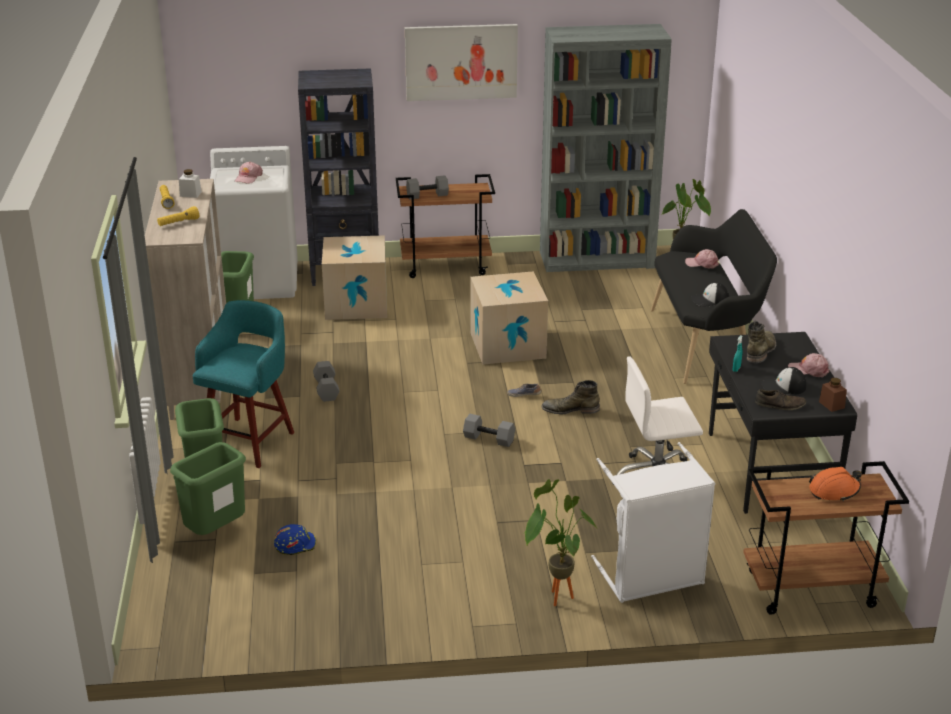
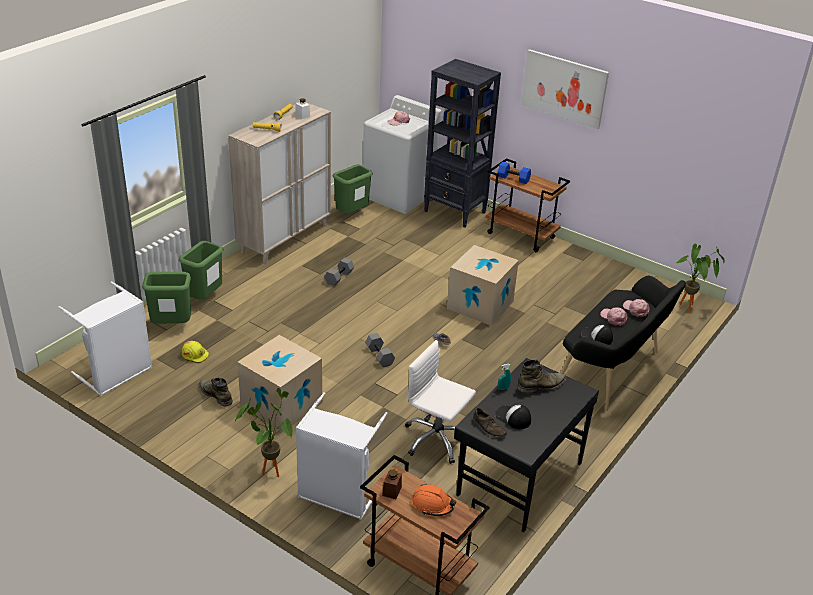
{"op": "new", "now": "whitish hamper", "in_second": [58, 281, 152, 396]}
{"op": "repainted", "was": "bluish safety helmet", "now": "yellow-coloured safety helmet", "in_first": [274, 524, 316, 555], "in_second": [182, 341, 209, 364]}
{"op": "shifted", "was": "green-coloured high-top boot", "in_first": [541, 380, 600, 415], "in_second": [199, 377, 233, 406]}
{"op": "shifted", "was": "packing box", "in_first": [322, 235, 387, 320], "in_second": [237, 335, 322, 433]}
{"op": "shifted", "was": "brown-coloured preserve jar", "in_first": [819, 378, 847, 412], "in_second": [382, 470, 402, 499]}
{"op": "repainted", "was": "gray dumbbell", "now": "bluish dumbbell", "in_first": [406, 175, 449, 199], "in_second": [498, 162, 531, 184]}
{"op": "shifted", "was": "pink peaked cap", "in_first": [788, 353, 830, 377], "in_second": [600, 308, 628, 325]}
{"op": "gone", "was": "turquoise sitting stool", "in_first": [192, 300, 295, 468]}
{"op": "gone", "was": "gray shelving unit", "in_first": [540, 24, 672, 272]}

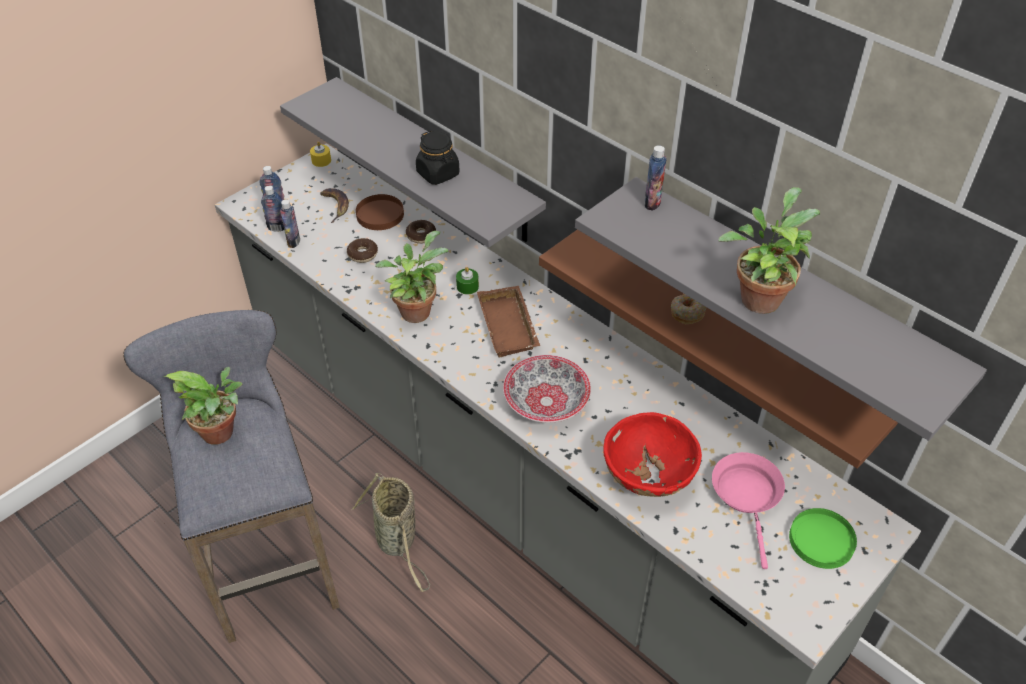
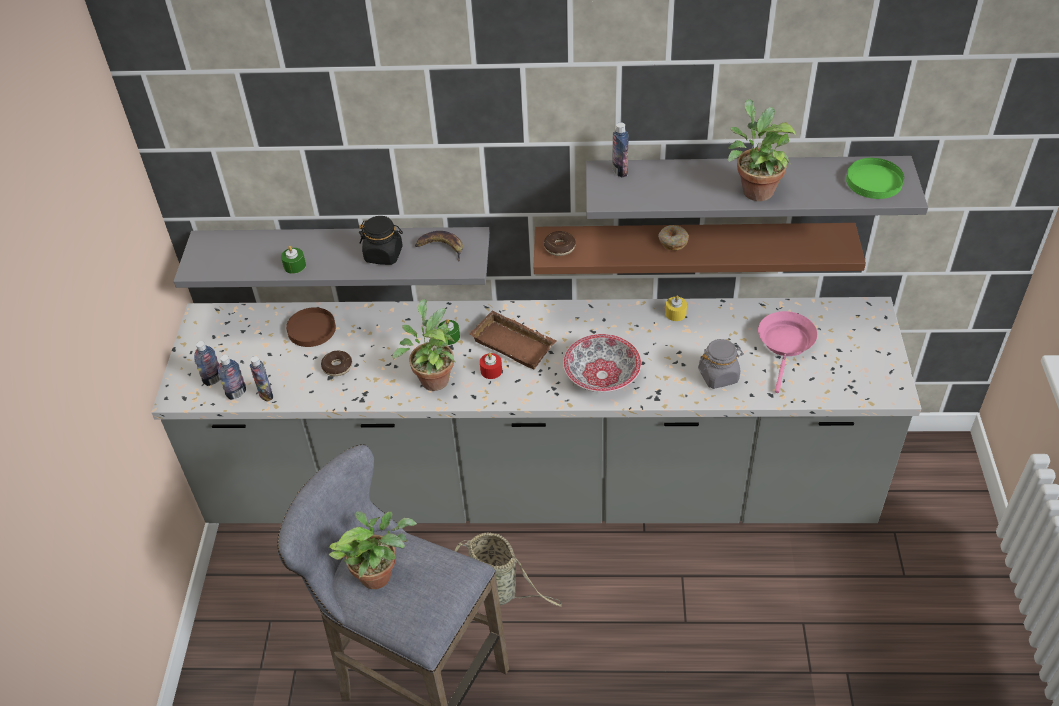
{"op": "new", "now": "green-coloured wax candle", "in_second": [281, 246, 306, 274]}
{"op": "shifted", "was": "banana", "in_first": [320, 188, 349, 223], "in_second": [415, 231, 463, 262]}
{"op": "new", "now": "red wax candle", "in_second": [480, 353, 502, 379]}
{"op": "shifted", "was": "doughnut", "in_first": [406, 220, 436, 244], "in_second": [544, 231, 576, 256]}
{"op": "shifted", "was": "yellow-coloured wax candle", "in_first": [310, 141, 331, 167], "in_second": [665, 295, 687, 321]}
{"op": "swapped", "was": "red bowl", "now": "gray preserve jar", "in_first": [603, 412, 702, 497], "in_second": [698, 339, 744, 389]}
{"op": "rotated", "was": "pink frying pan", "in_first": [712, 452, 785, 569], "in_second": [758, 311, 817, 393], "clockwise": 60}
{"op": "shifted", "was": "green-coloured plate", "in_first": [789, 508, 857, 569], "in_second": [846, 158, 904, 199]}

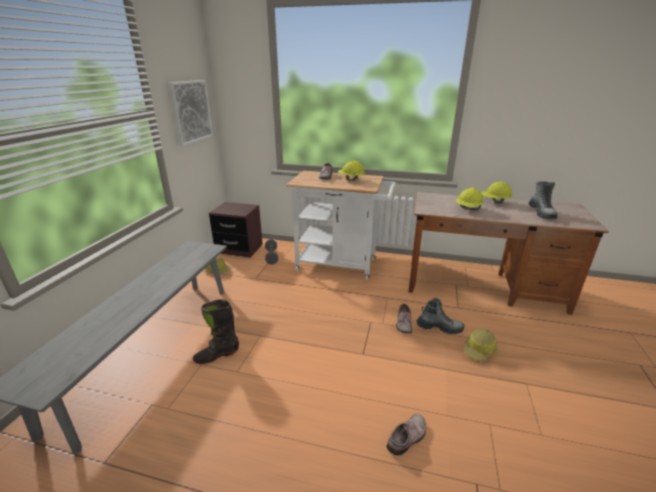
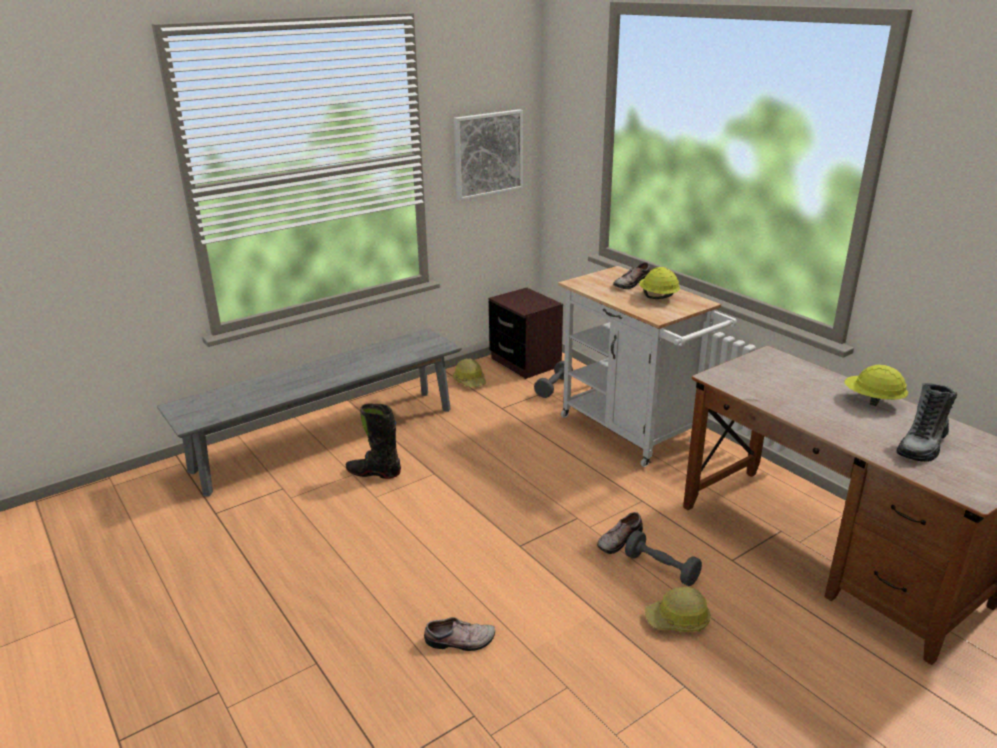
{"op": "swapped", "was": "high-top boot", "now": "gray dumbbell", "in_first": [416, 298, 464, 334], "in_second": [625, 530, 702, 586]}
{"op": "gone", "was": "yellow-coloured safety helmet", "in_first": [456, 188, 484, 210]}

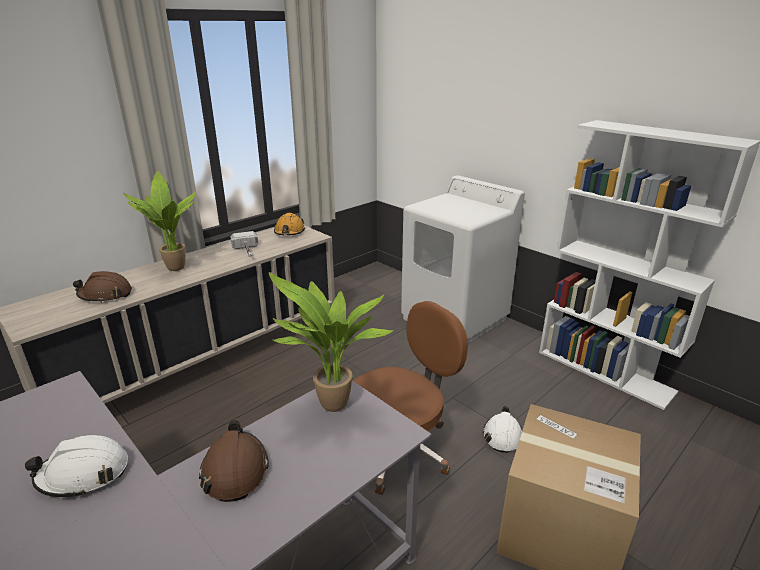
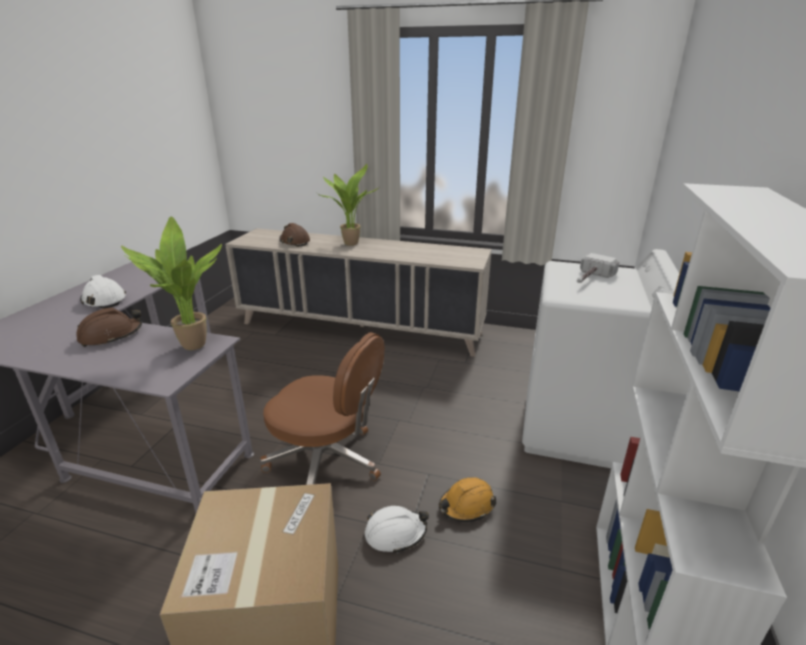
{"op": "shifted", "was": "orange-coloured safety helmet", "in_first": [274, 213, 305, 235], "in_second": [439, 477, 496, 522]}
{"op": "shifted", "was": "hand hammer", "in_first": [230, 231, 258, 257], "in_second": [577, 253, 619, 283]}

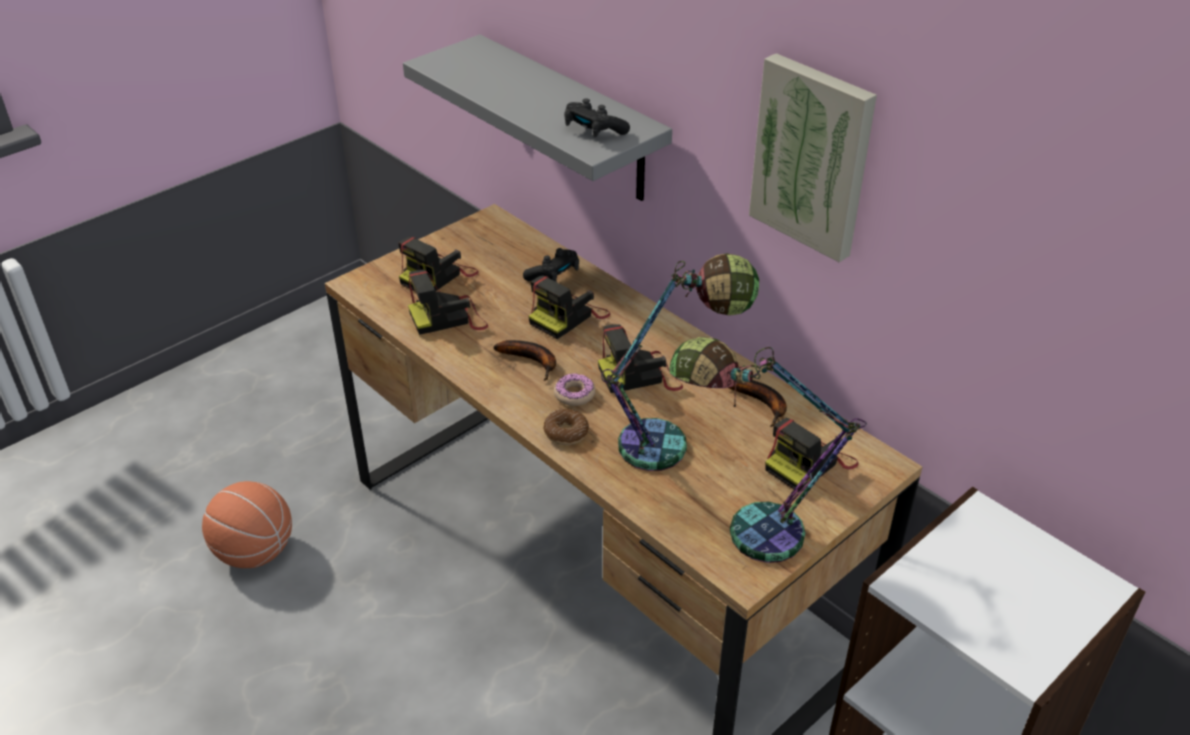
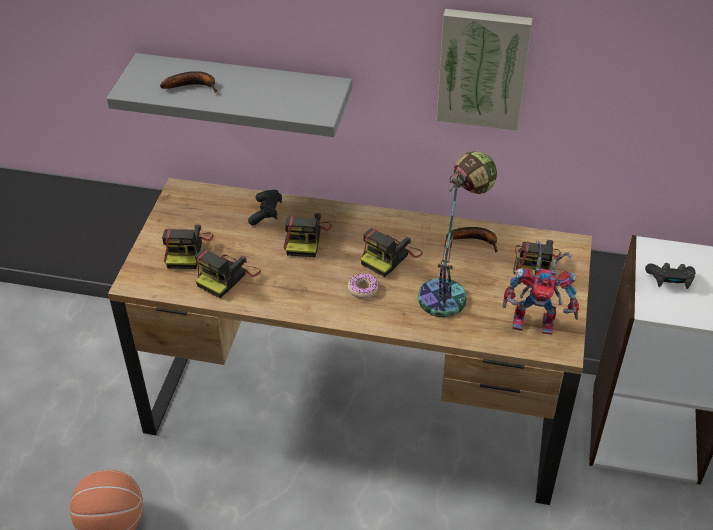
{"op": "shifted", "was": "banana", "in_first": [493, 340, 556, 381], "in_second": [160, 71, 217, 93]}
{"op": "swapped", "was": "tabletop lamp", "now": "robot figure", "in_first": [669, 337, 867, 563], "in_second": [502, 240, 579, 335]}
{"op": "shifted", "was": "black gamepad", "in_first": [564, 98, 630, 138], "in_second": [645, 263, 695, 289]}
{"op": "gone", "was": "doughnut", "in_first": [543, 409, 589, 445]}

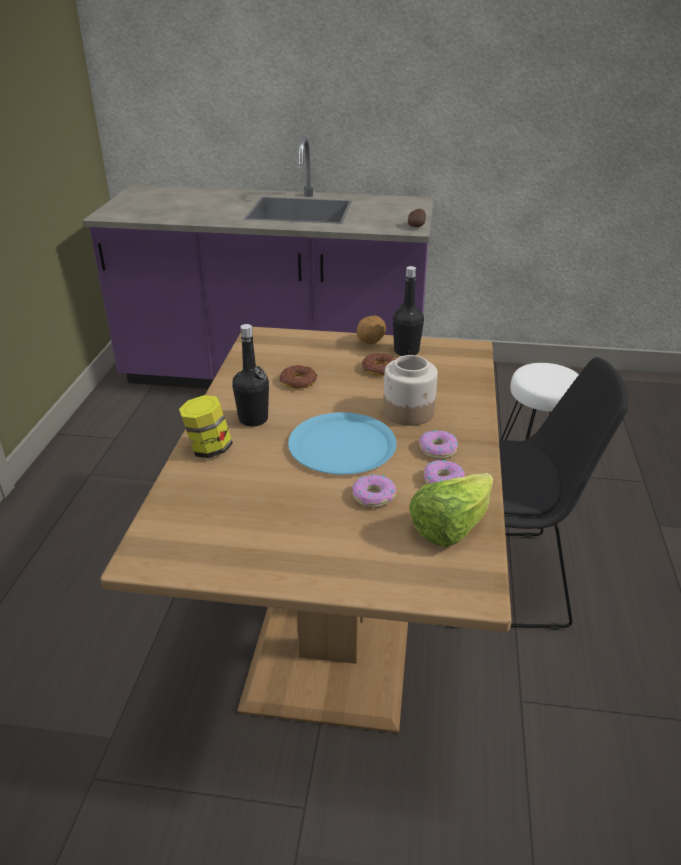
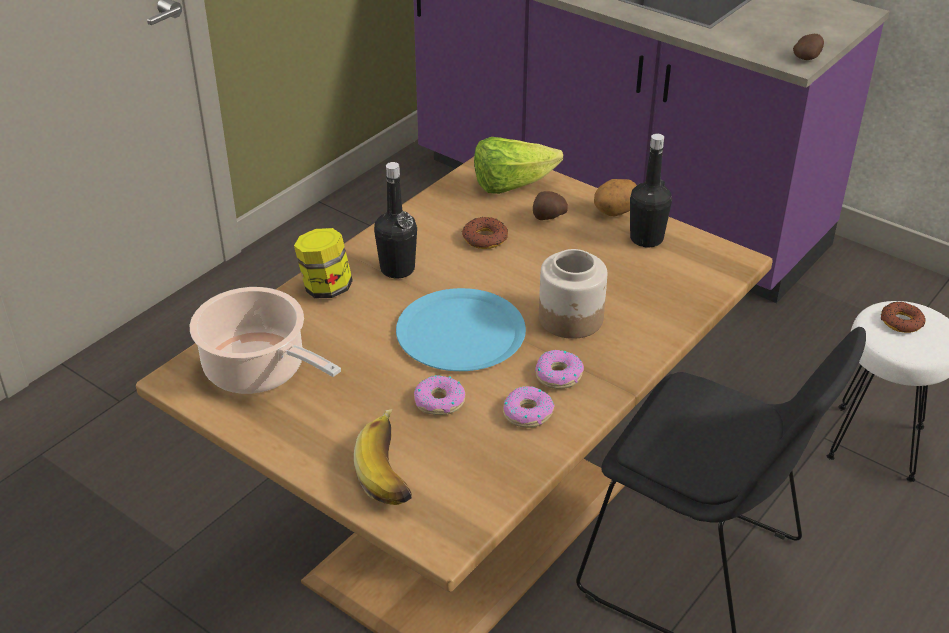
{"op": "new", "now": "cooking pot", "in_second": [190, 287, 341, 394]}
{"op": "new", "now": "banana", "in_second": [354, 409, 412, 505]}
{"op": "shifted", "was": "lettuce", "in_first": [409, 473, 493, 547], "in_second": [474, 137, 563, 194]}
{"op": "new", "now": "potato", "in_second": [533, 191, 568, 220]}
{"op": "shifted", "was": "doughnut", "in_first": [362, 353, 395, 376], "in_second": [881, 302, 926, 333]}

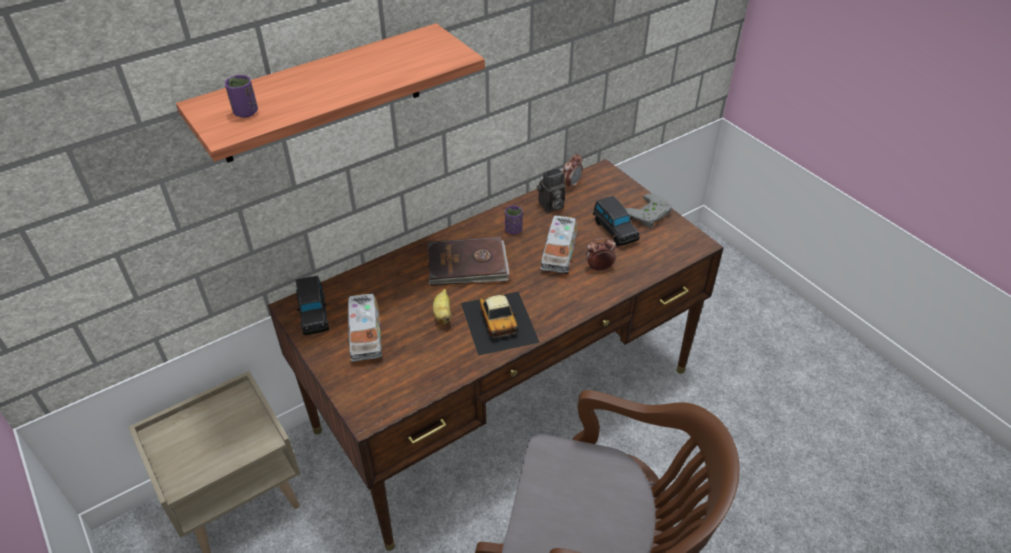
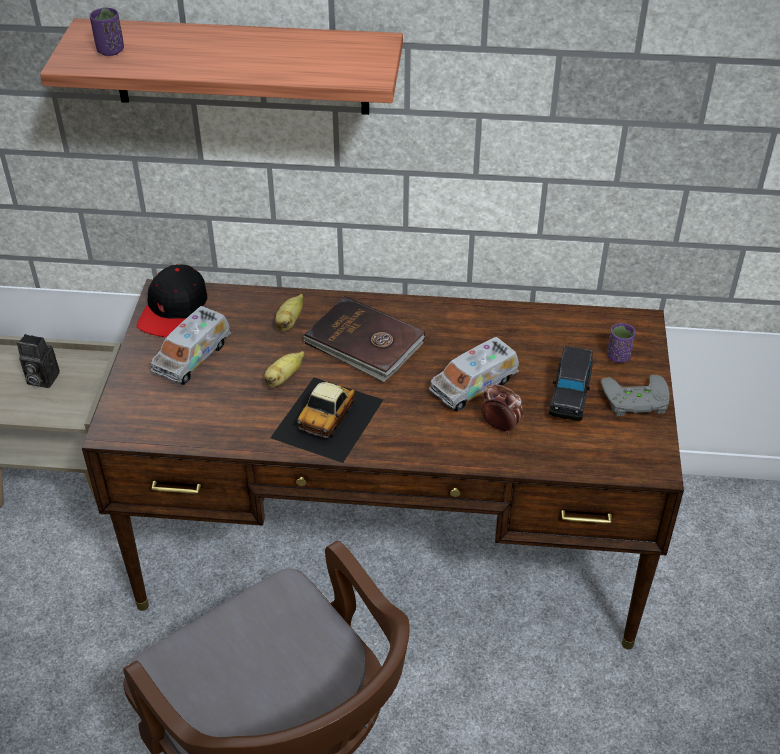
{"op": "shifted", "was": "still camera", "in_first": [537, 168, 566, 213], "in_second": [17, 334, 60, 388]}
{"op": "swapped", "was": "black miniature car", "now": "black peaked cap", "in_first": [296, 276, 329, 335], "in_second": [137, 264, 208, 337]}
{"op": "new", "now": "banana", "in_second": [275, 294, 303, 332]}
{"op": "shifted", "was": "purple small cup", "in_first": [505, 205, 523, 234], "in_second": [607, 323, 636, 363]}
{"op": "gone", "was": "table clock", "in_first": [563, 154, 583, 190]}

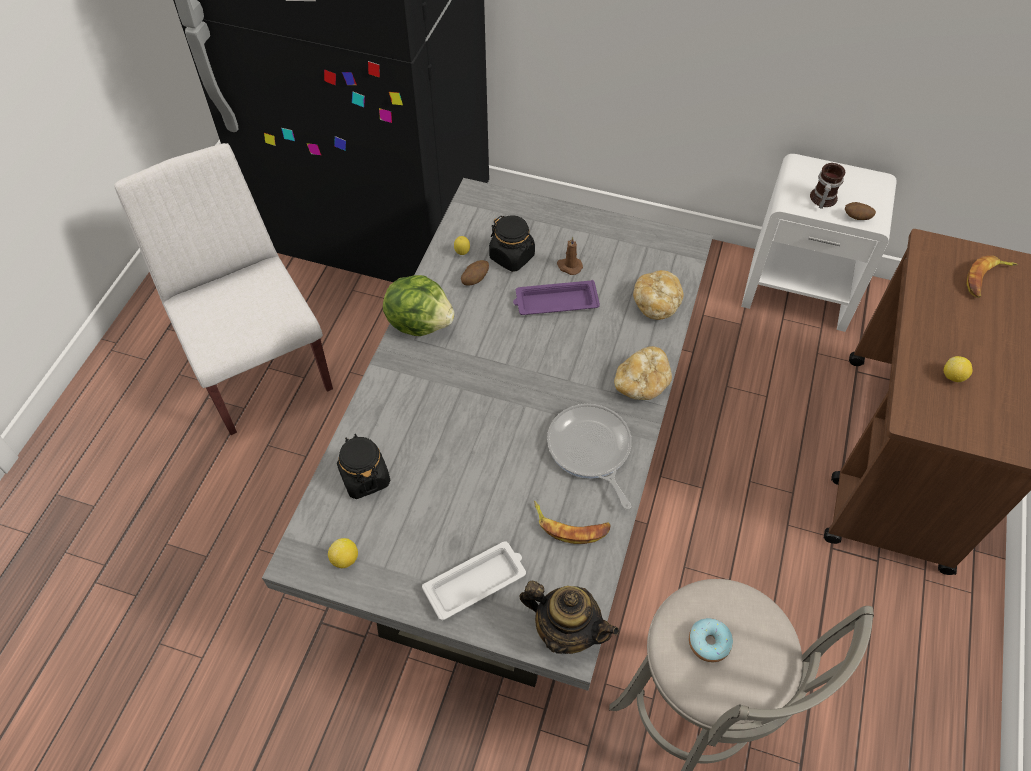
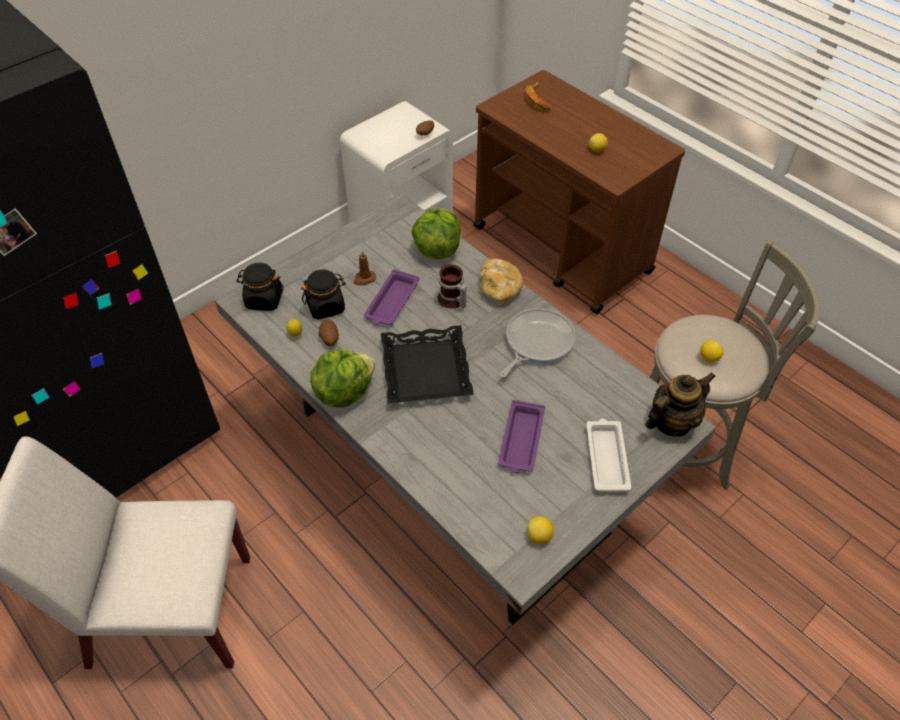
{"op": "shifted", "was": "black preserve jar", "in_first": [337, 434, 390, 499], "in_second": [236, 263, 284, 311]}
{"op": "new", "now": "black tray", "in_second": [381, 325, 474, 404]}
{"op": "swapped", "was": "baked bread", "now": "lettuce", "in_first": [633, 270, 684, 320], "in_second": [411, 208, 461, 259]}
{"op": "shifted", "was": "coffee mug", "in_first": [810, 163, 845, 209], "in_second": [437, 264, 467, 308]}
{"op": "new", "now": "purple tray", "in_second": [498, 400, 545, 473]}
{"op": "rotated", "was": "frying pan", "in_first": [547, 404, 632, 509], "in_second": [500, 308, 575, 378], "clockwise": 120}
{"op": "swapped", "was": "doughnut", "now": "whole lemon", "in_first": [689, 618, 733, 662], "in_second": [700, 340, 724, 362]}
{"op": "gone", "was": "banana", "in_first": [534, 501, 611, 544]}

